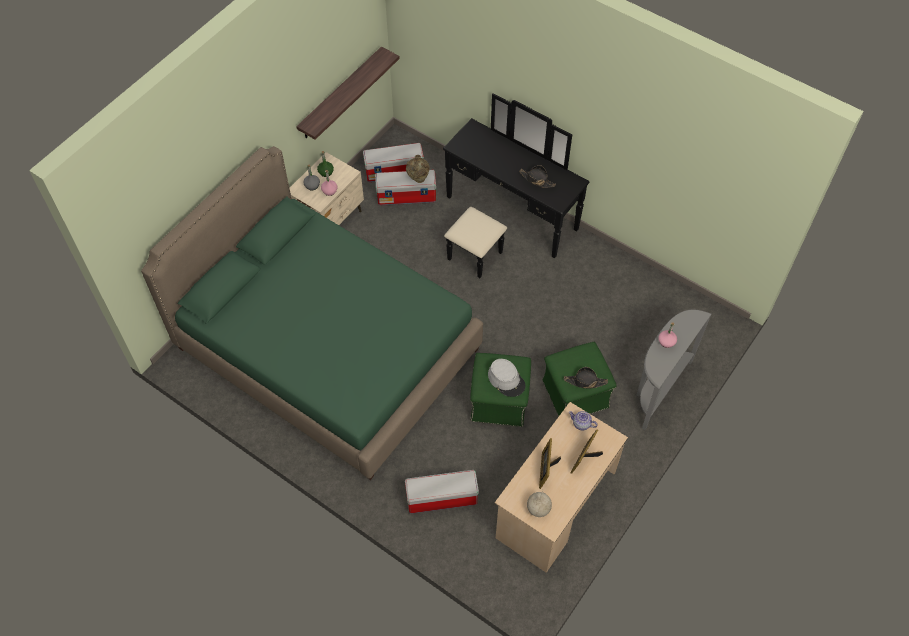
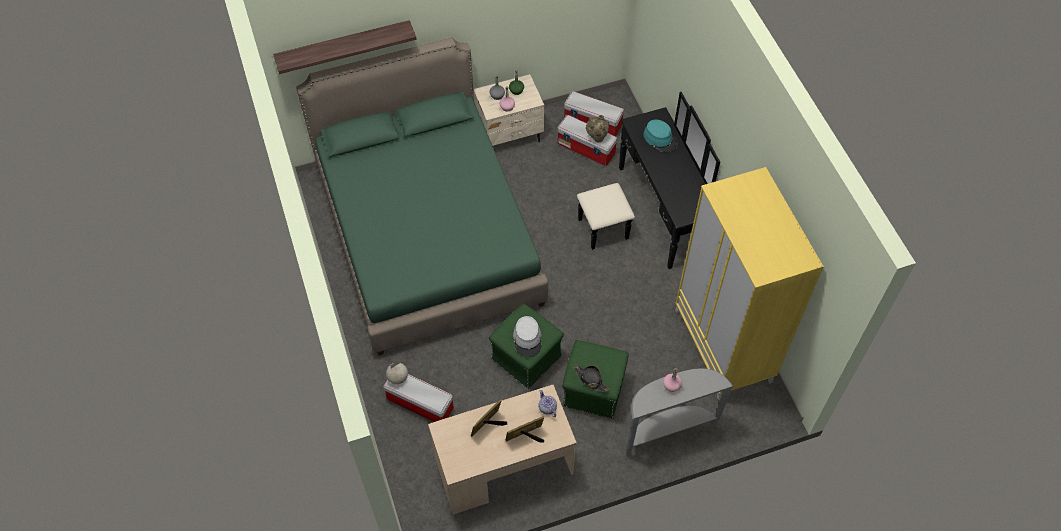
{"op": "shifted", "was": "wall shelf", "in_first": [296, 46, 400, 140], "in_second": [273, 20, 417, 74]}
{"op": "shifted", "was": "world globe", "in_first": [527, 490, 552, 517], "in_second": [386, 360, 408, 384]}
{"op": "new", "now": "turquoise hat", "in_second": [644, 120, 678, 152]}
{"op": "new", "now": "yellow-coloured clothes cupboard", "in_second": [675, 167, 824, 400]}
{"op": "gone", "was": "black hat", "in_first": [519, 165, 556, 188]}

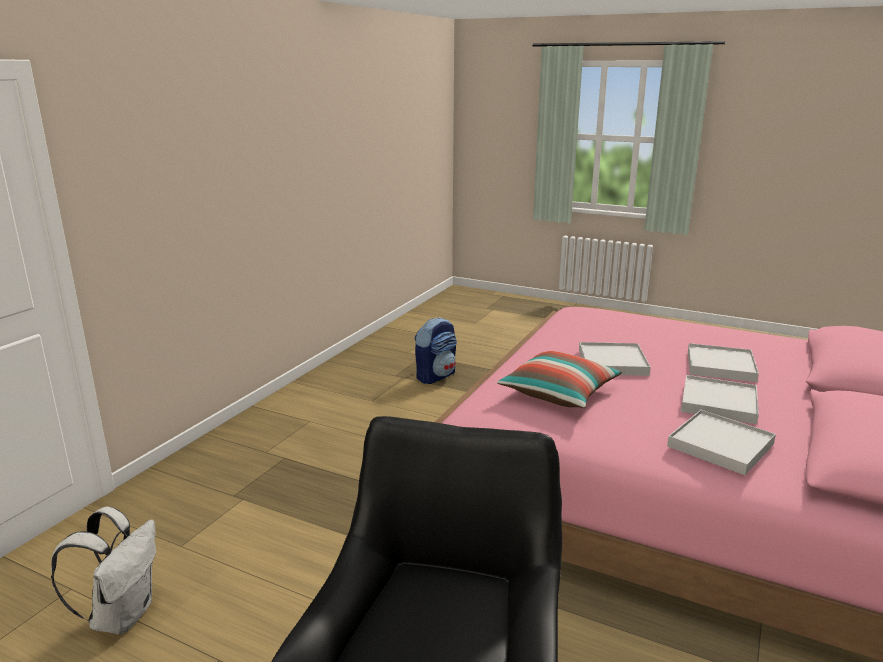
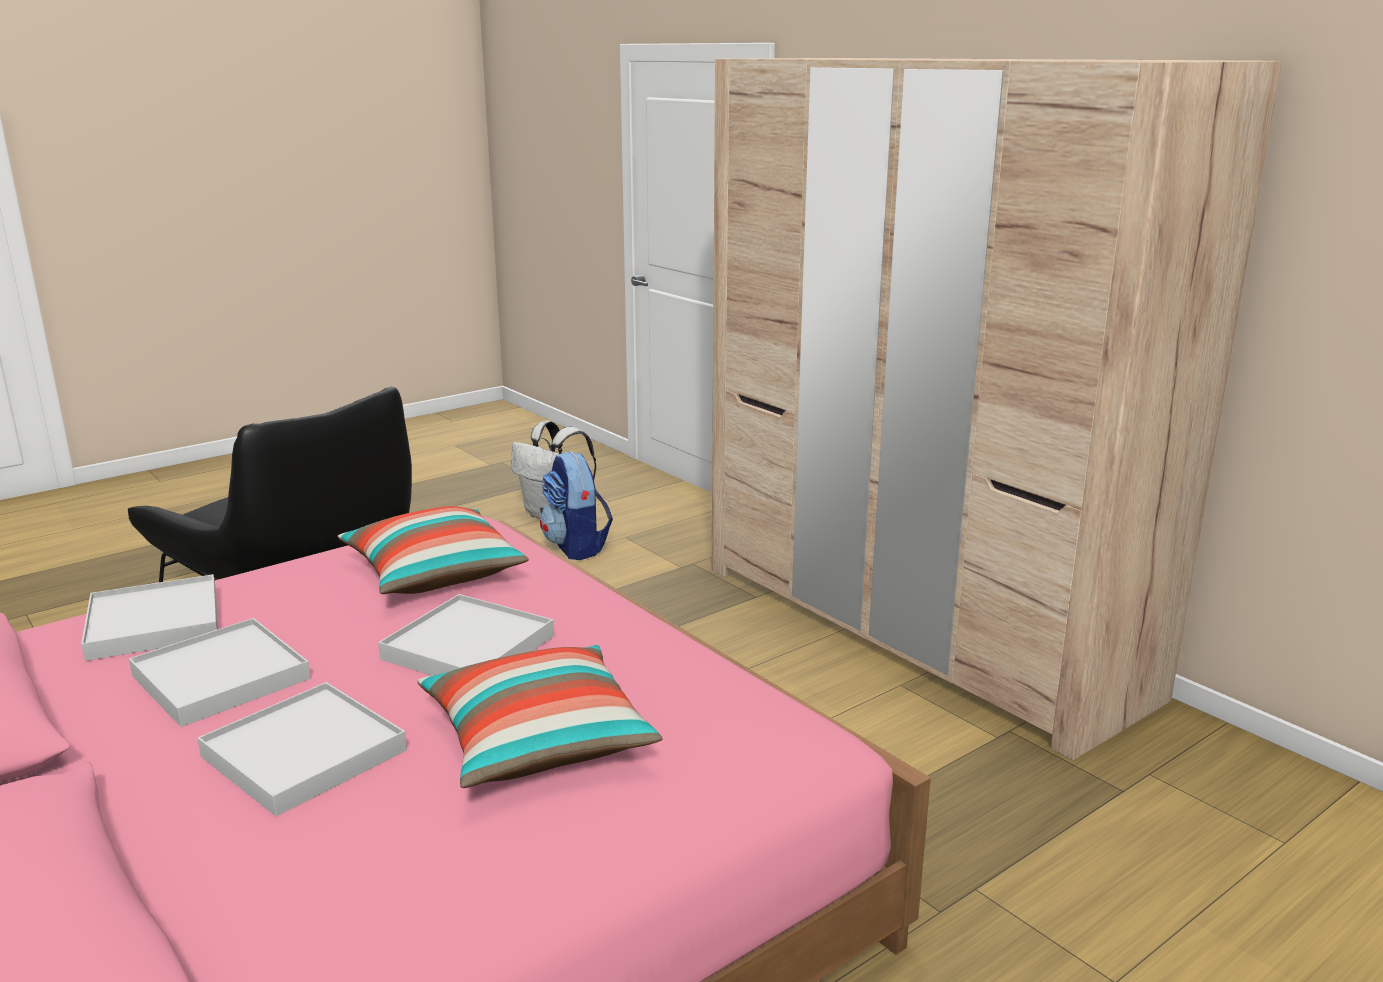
{"op": "new", "now": "throw pillow", "in_second": [417, 645, 662, 788]}
{"op": "shifted", "was": "rucksack", "in_first": [415, 317, 457, 384], "in_second": [540, 451, 613, 560]}
{"op": "new", "now": "sand-coloured clothes cupboard", "in_second": [712, 58, 1282, 760]}

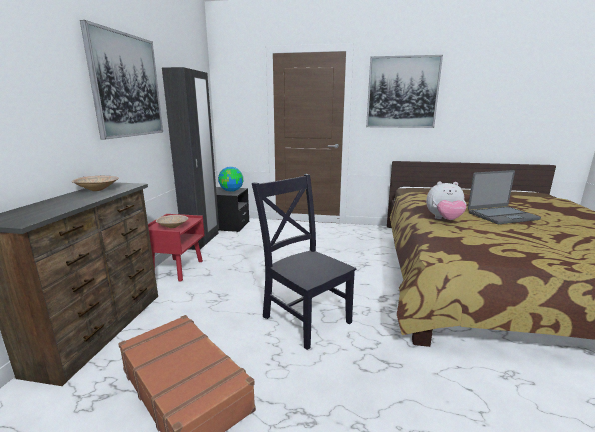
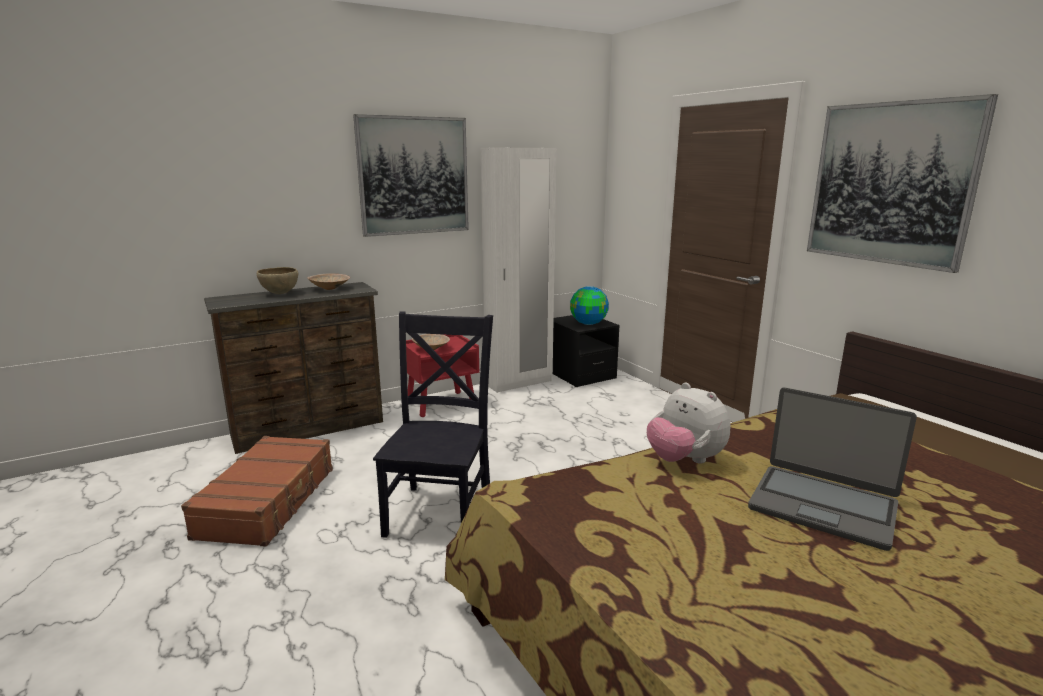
{"op": "new", "now": "brown-coloured bowl", "in_second": [257, 267, 298, 294]}
{"op": "repainted", "was": "black clothes cupboard", "now": "whitish clothes cupboard", "in_first": [162, 67, 219, 250], "in_second": [481, 148, 556, 393]}

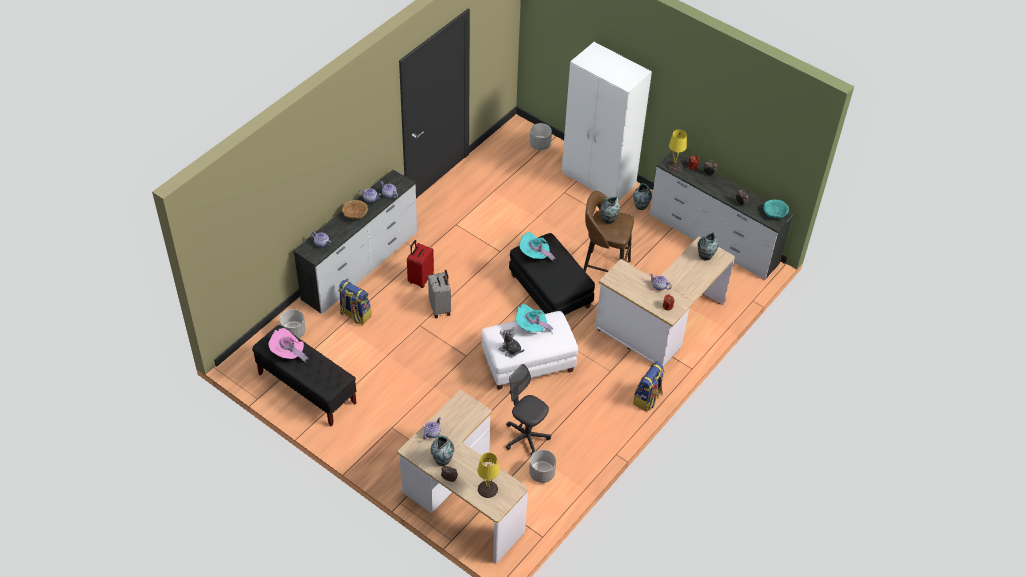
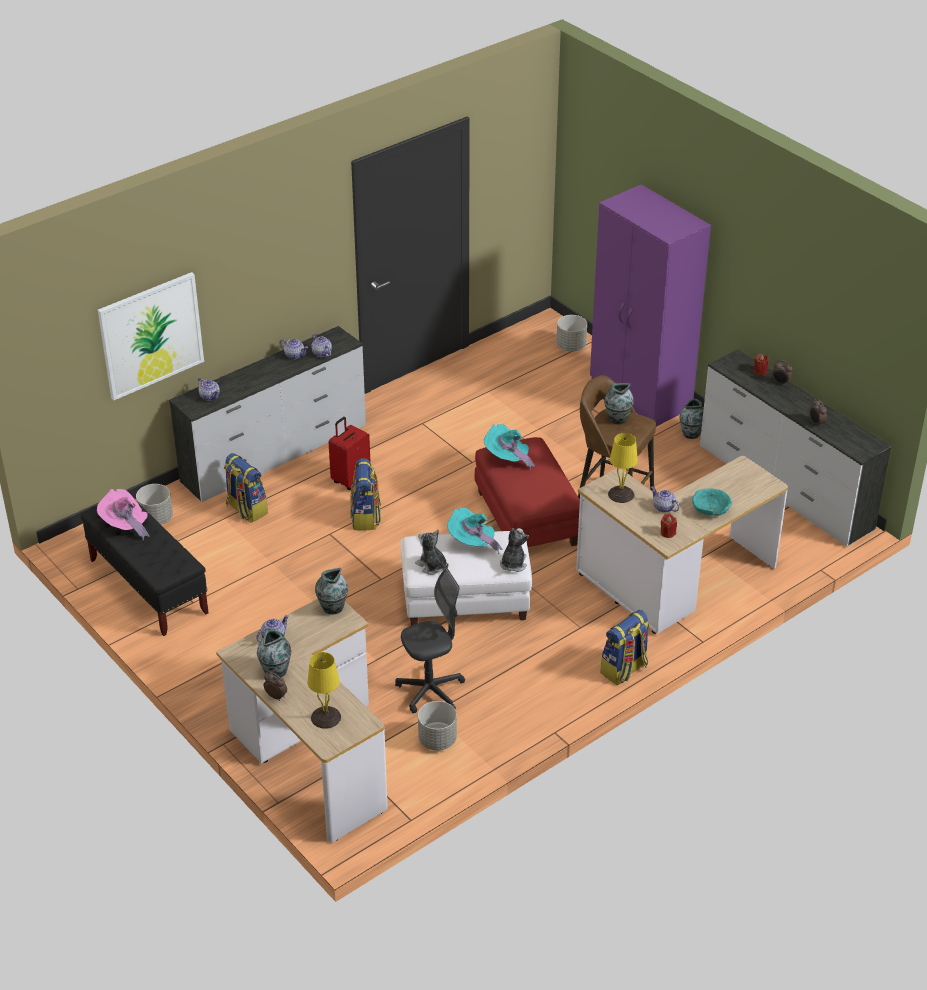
{"op": "new", "now": "picture", "in_second": [98, 272, 204, 400]}
{"op": "shifted", "was": "vase", "in_first": [697, 232, 718, 261], "in_second": [315, 568, 348, 615]}
{"op": "swapped", "was": "gray piece of luggage", "now": "rucksack", "in_first": [428, 270, 451, 318], "in_second": [351, 458, 381, 530]}
{"op": "rotated", "was": "gray computer chair", "in_first": [506, 364, 551, 455], "in_second": [395, 569, 465, 714], "clockwise": 105}
{"op": "repainted", "was": "black ottoman", "now": "red ottoman", "in_first": [509, 233, 595, 315], "in_second": [475, 437, 580, 547]}
{"op": "new", "now": "cuddly toy", "in_second": [500, 528, 529, 572]}
{"op": "repainted", "was": "whitish clothes cupboard", "now": "purple clothes cupboard", "in_first": [562, 42, 652, 201], "in_second": [590, 185, 711, 427]}
{"op": "shifted", "was": "yellow-coloured tabletop lamp", "in_first": [666, 129, 687, 172], "in_second": [608, 433, 638, 503]}
{"op": "shifted", "was": "turquoise bowl", "in_first": [763, 199, 789, 218], "in_second": [692, 488, 732, 516]}
{"op": "gone", "was": "brown-coloured bowl", "in_first": [342, 200, 368, 219]}

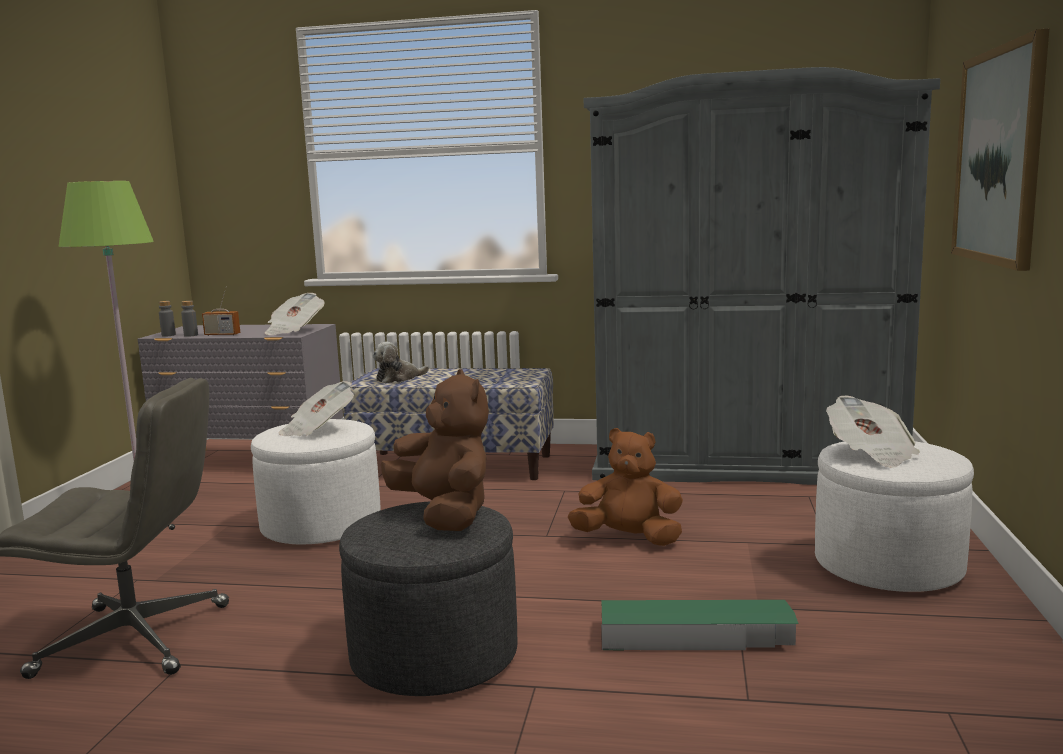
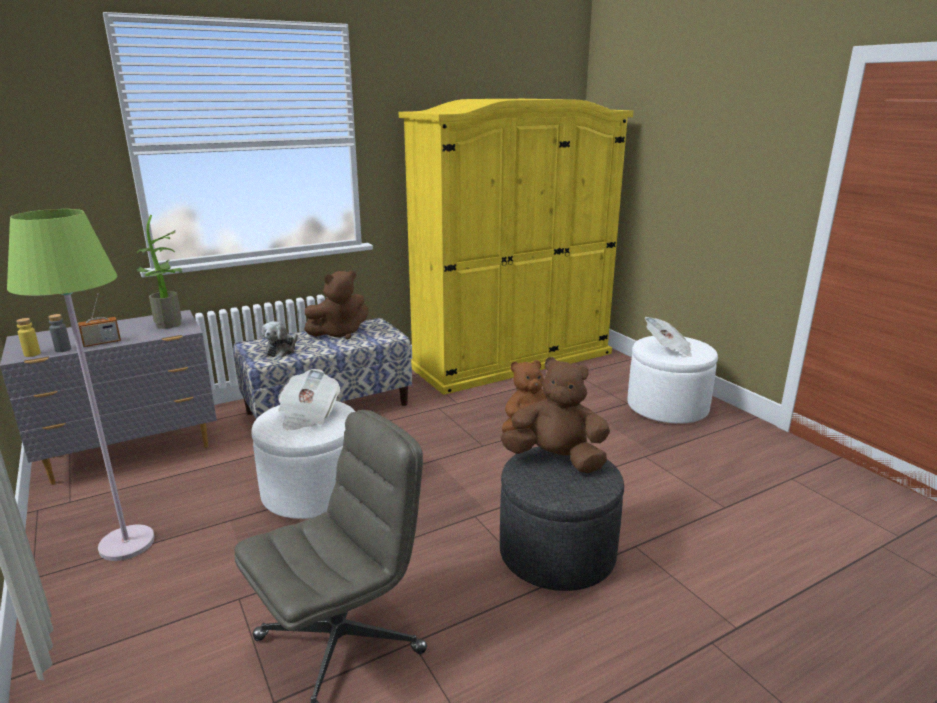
{"op": "repainted", "was": "gray drink bottle", "now": "yellow-coloured drink bottle", "in_first": [159, 301, 176, 337], "in_second": [16, 318, 41, 357]}
{"op": "swapped", "was": "newspaper", "now": "houseplant", "in_first": [265, 293, 325, 335], "in_second": [136, 215, 182, 329]}
{"op": "new", "now": "brown-coloured cuddly toy", "in_second": [304, 271, 368, 339]}
{"op": "repainted", "was": "gray clothes cupboard", "now": "yellow-coloured clothes cupboard", "in_first": [584, 67, 940, 485], "in_second": [399, 99, 633, 395]}
{"op": "gone", "was": "green-coloured storage bin", "in_first": [601, 600, 799, 650]}
{"op": "gone", "was": "picture", "in_first": [951, 29, 1049, 271]}

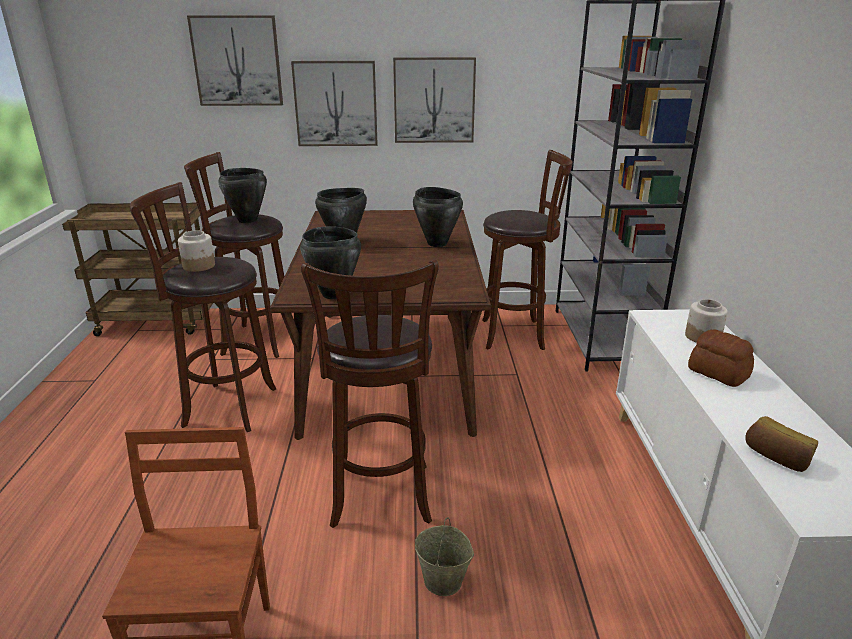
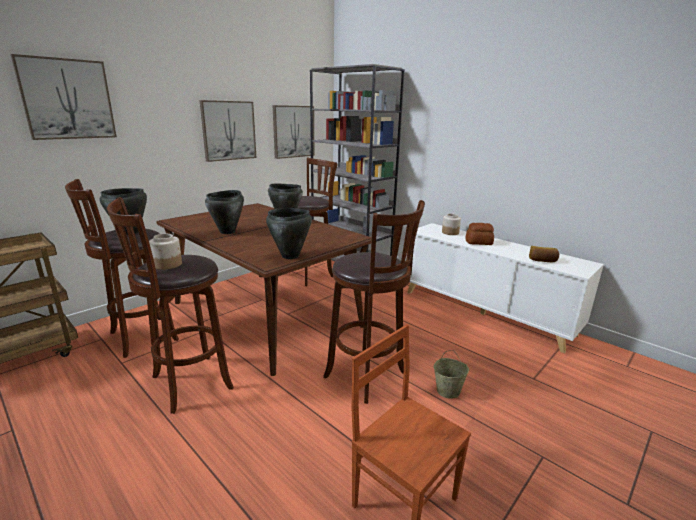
{"op": "shifted", "was": "picture", "in_first": [291, 61, 378, 146], "in_second": [273, 105, 314, 159]}

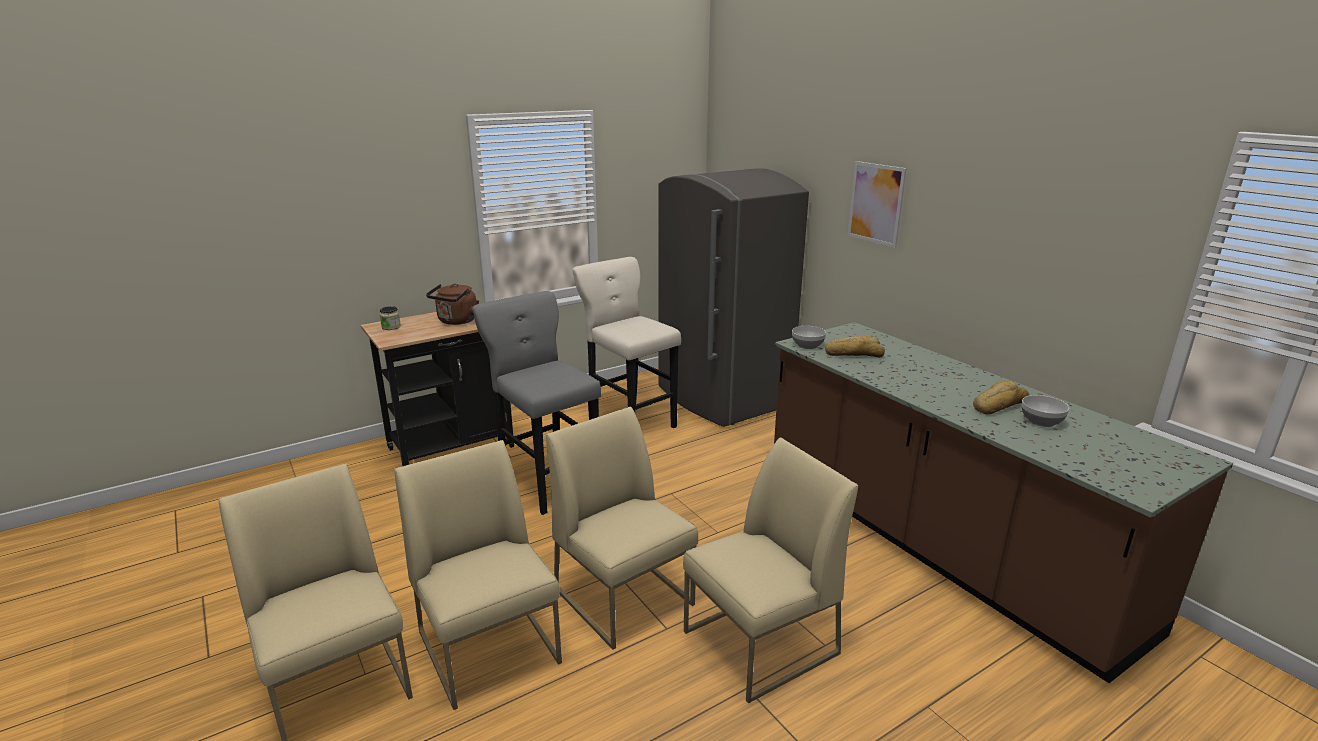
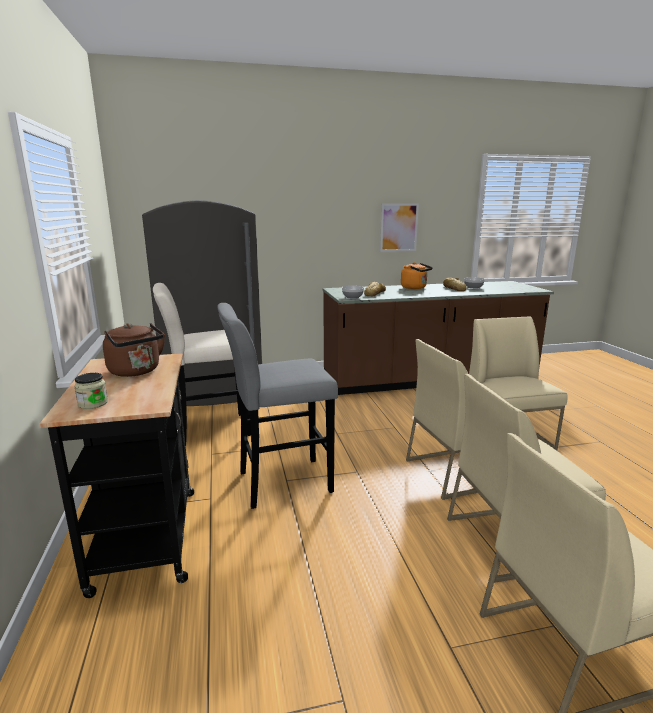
{"op": "shifted", "was": "picture", "in_first": [848, 161, 907, 247], "in_second": [380, 203, 419, 252]}
{"op": "new", "now": "orange-coloured kettle", "in_second": [401, 262, 433, 289]}

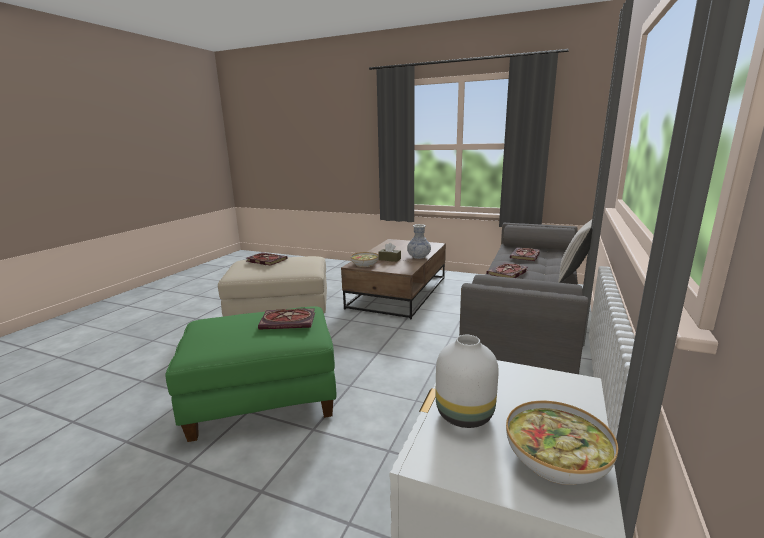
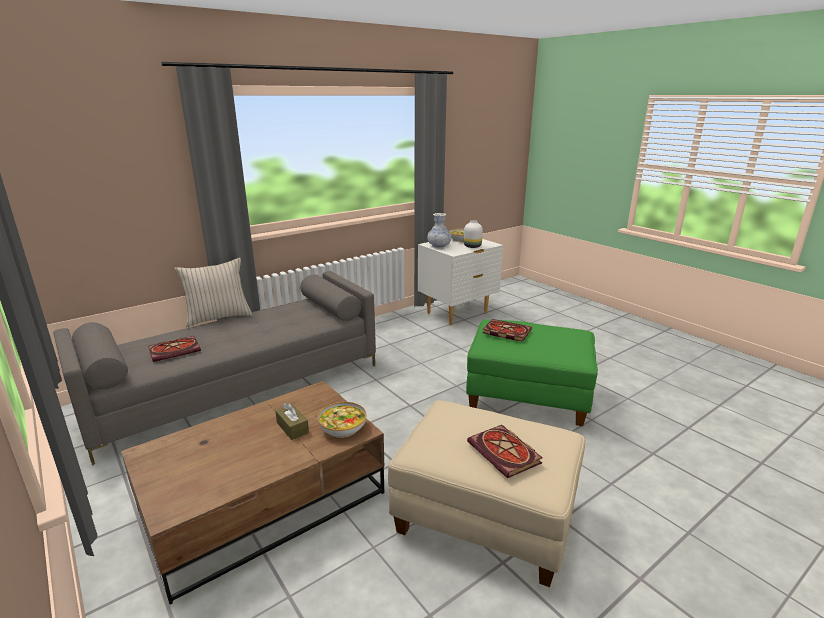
{"op": "shifted", "was": "vase", "in_first": [407, 224, 431, 259], "in_second": [427, 213, 451, 248]}
{"op": "gone", "was": "volume", "in_first": [486, 262, 528, 278]}

